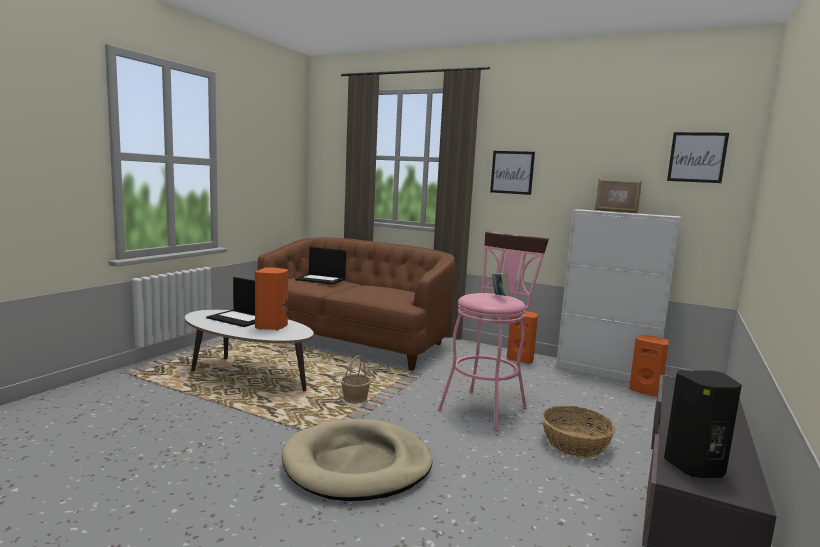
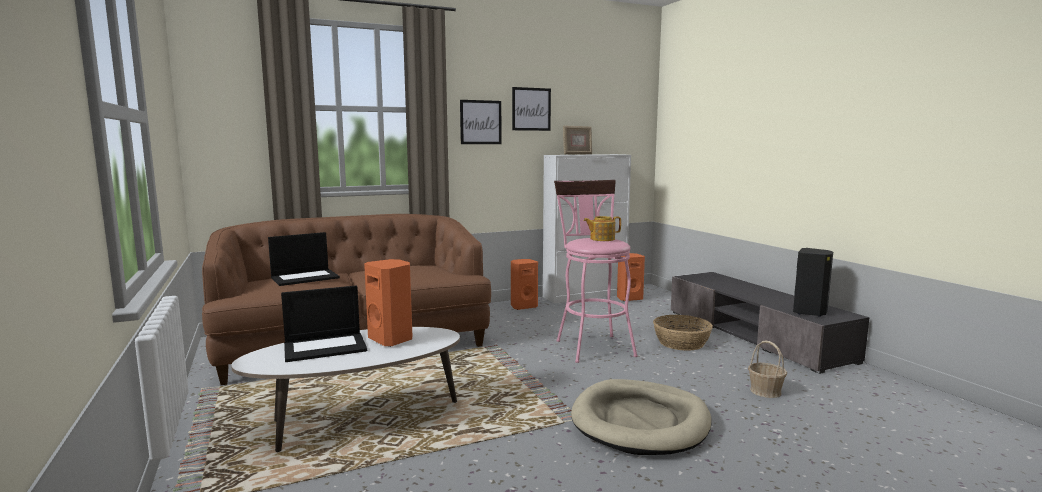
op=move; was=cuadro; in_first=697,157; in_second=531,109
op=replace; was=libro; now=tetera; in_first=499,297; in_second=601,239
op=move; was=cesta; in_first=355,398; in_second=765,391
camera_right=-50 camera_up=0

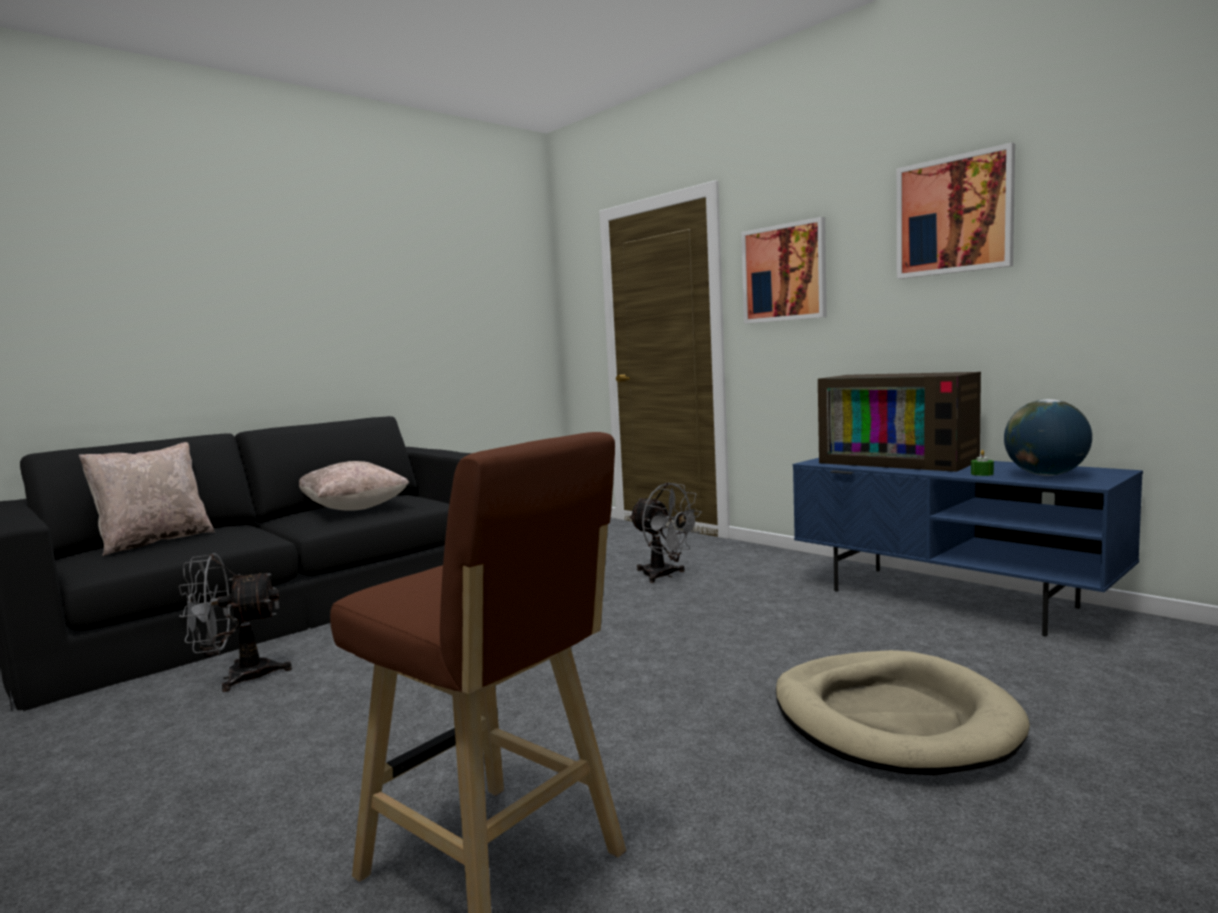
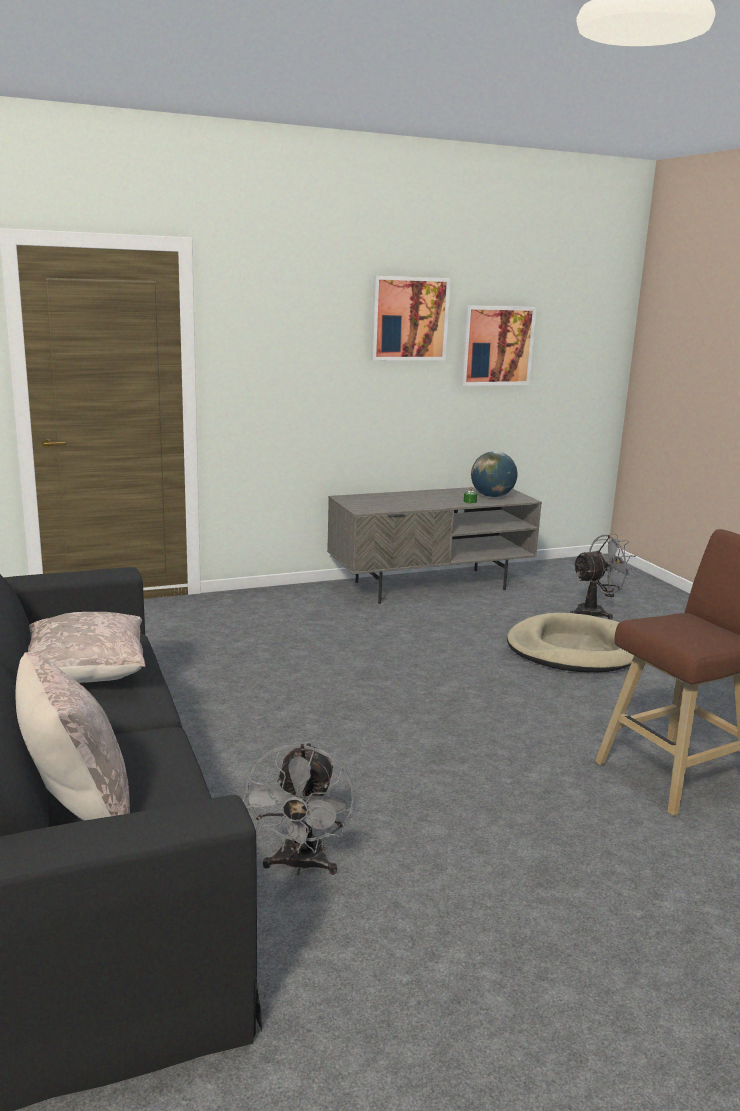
op=recolor; was=mueble de televisión/azul; now=mueble de televisión/gris; in_first=952,598; in_second=430,585
op=move; was=cuadro; in_first=784,273; in_second=497,345
op=move; was=ventilador/gris; in_first=664,576; in_second=596,612
op=delete; was=televisor; in_first=900,461
camera_right=-70 camera_up=10

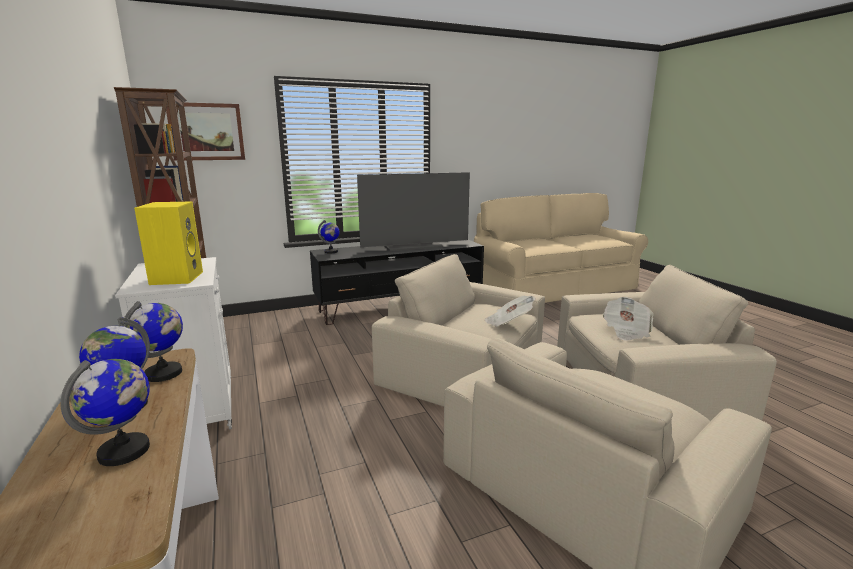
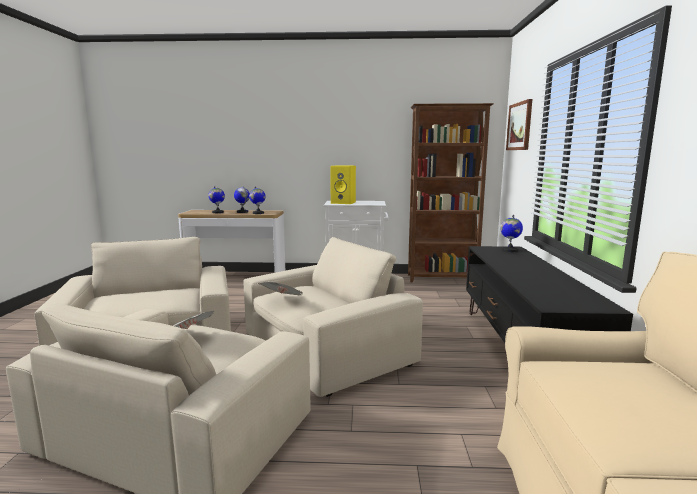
op=delete; was=televisor; in_first=413,246
camera_right=115 camera_up=-5

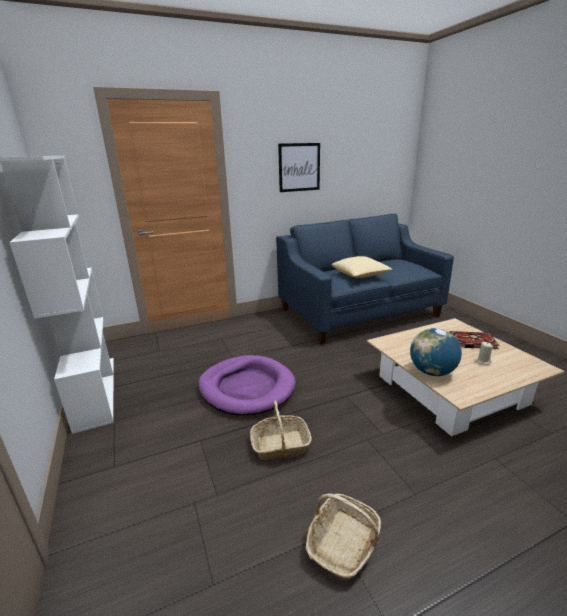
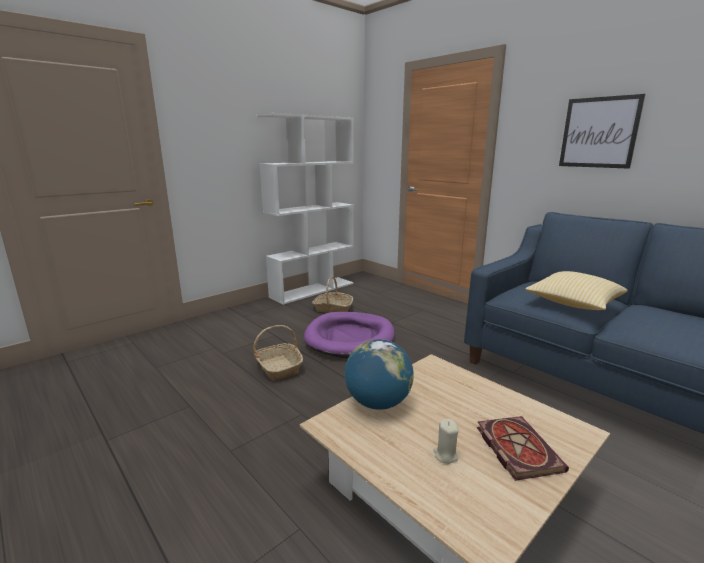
op=move; was=cesta; in_first=343,544; in_second=333,309
camera_right=70 camera_up=-5

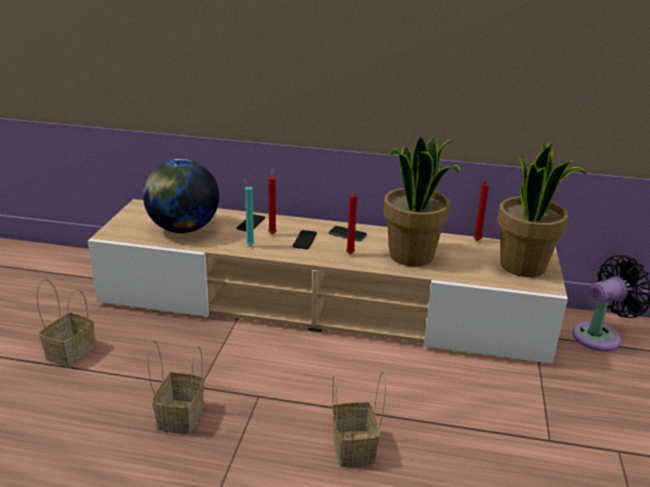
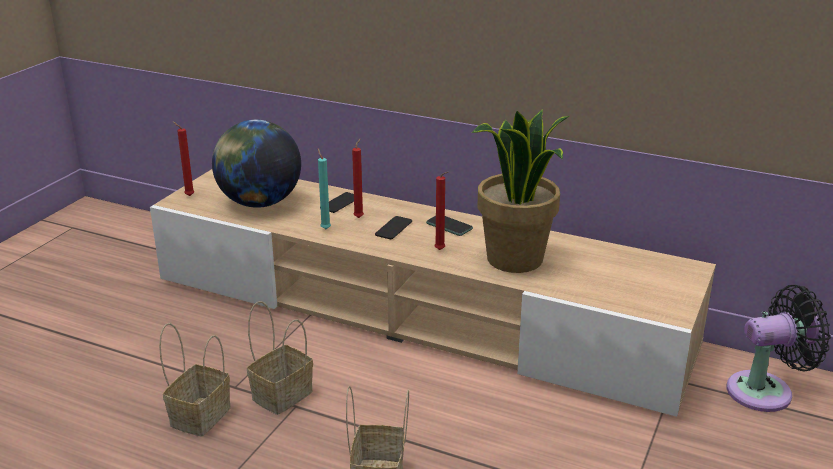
op=move; was=vela/rojo; in_first=475,240; in_second=188,195
op=move; was=cesta; in_first=71,351; in_second=283,394
op=delete; was=planta en maceta; in_first=524,266
camera_right=15 camera_up=0

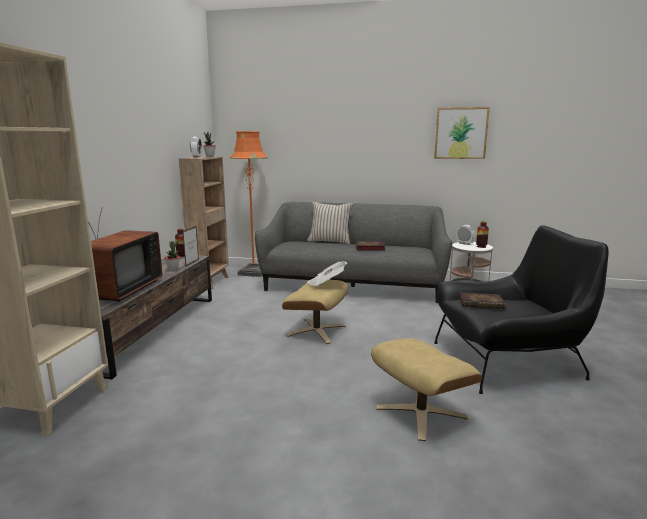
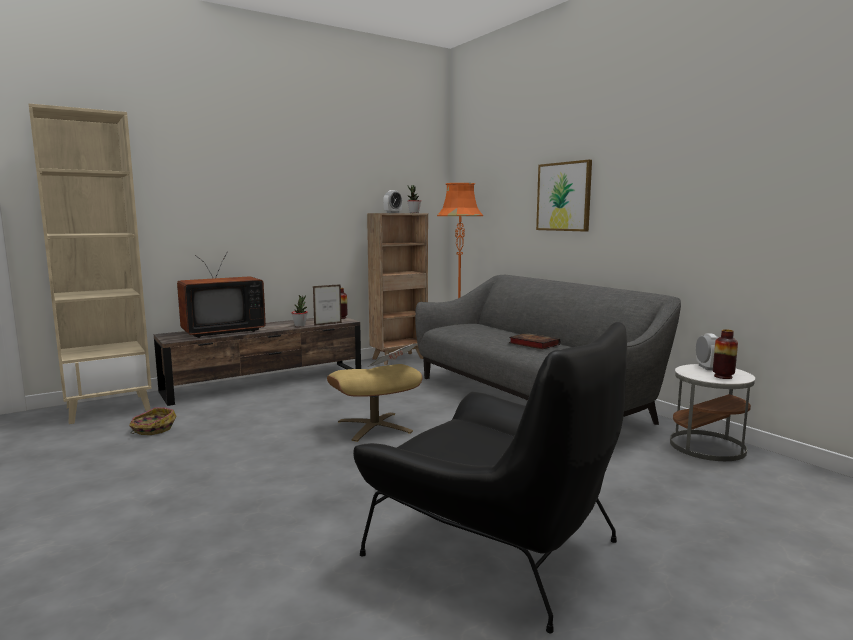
op=insert; now=cesta; in_second=152,429
op=move; was=cuadro; in_first=461,133; in_second=564,196
op=delete; was=cojín/beis; in_first=330,241
op=delete; was=puf/beis; in_first=420,412
op=delete; was=libro; in_first=482,303
camera_right=45 camera_up=-5

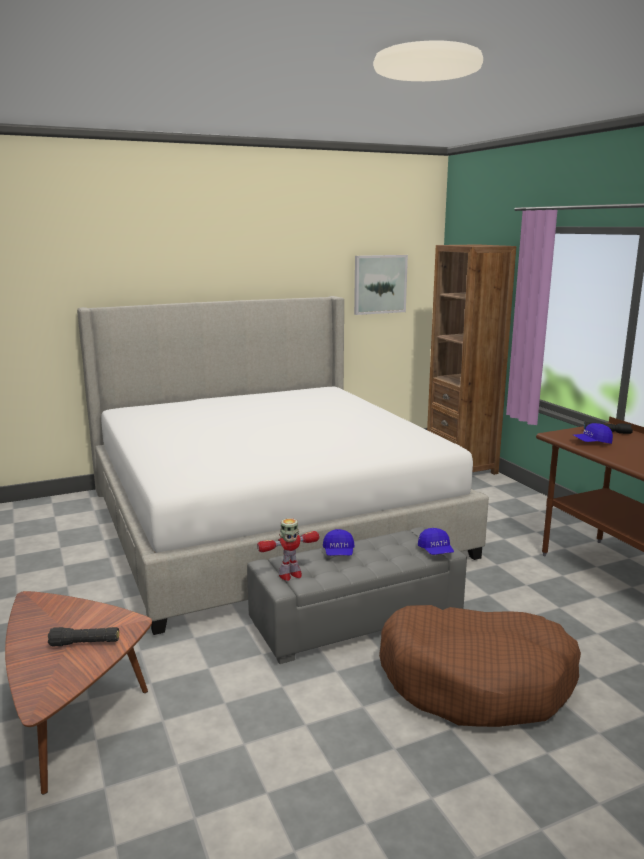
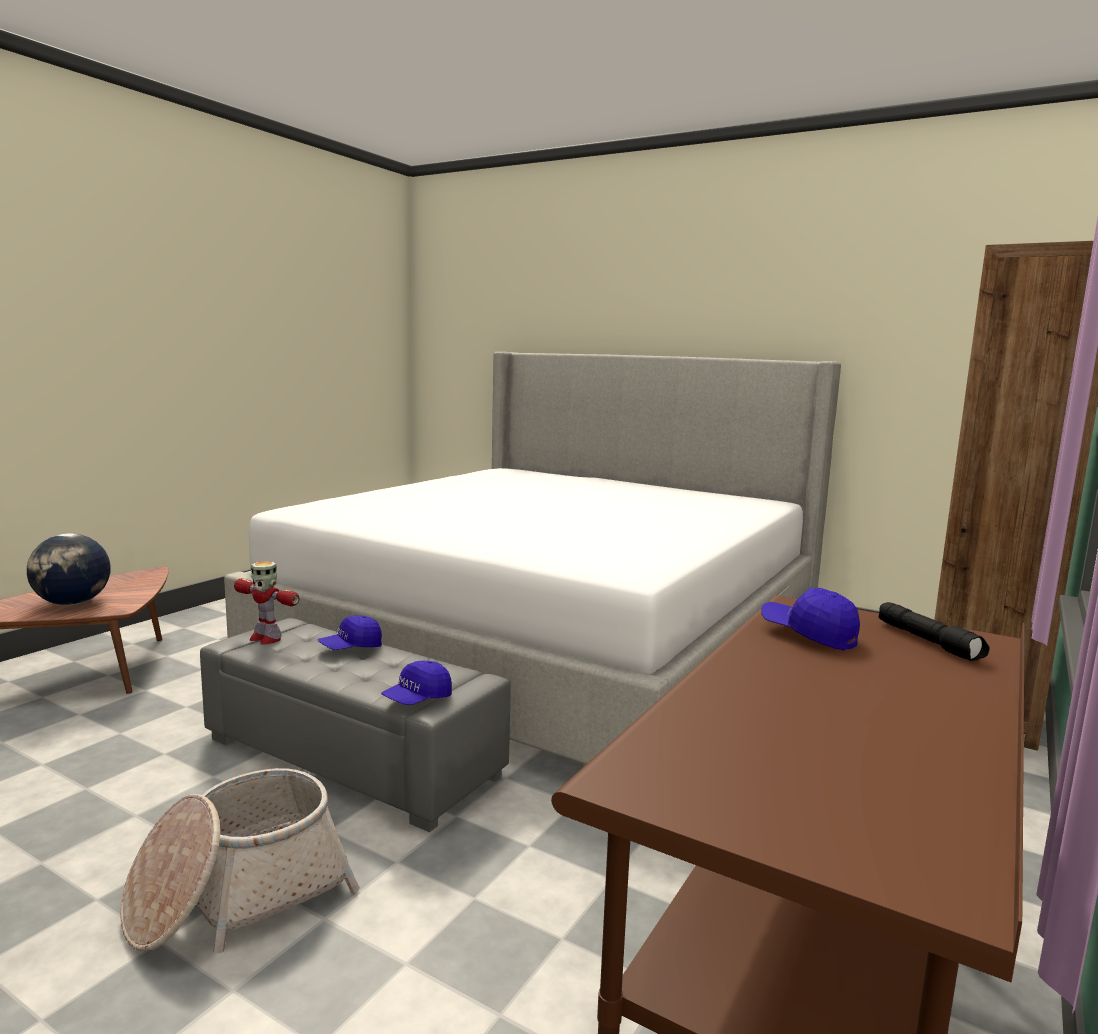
op=replace; was=linterna/negro; now=globo terráqueo; in_first=85,643; in_second=72,603
op=replace; was=cama para perro/marrón; now=cesta; in_first=476,680; in_second=238,894
op=delete; was=cuadro; in_first=379,284
camera_right=55 camera_up=-5

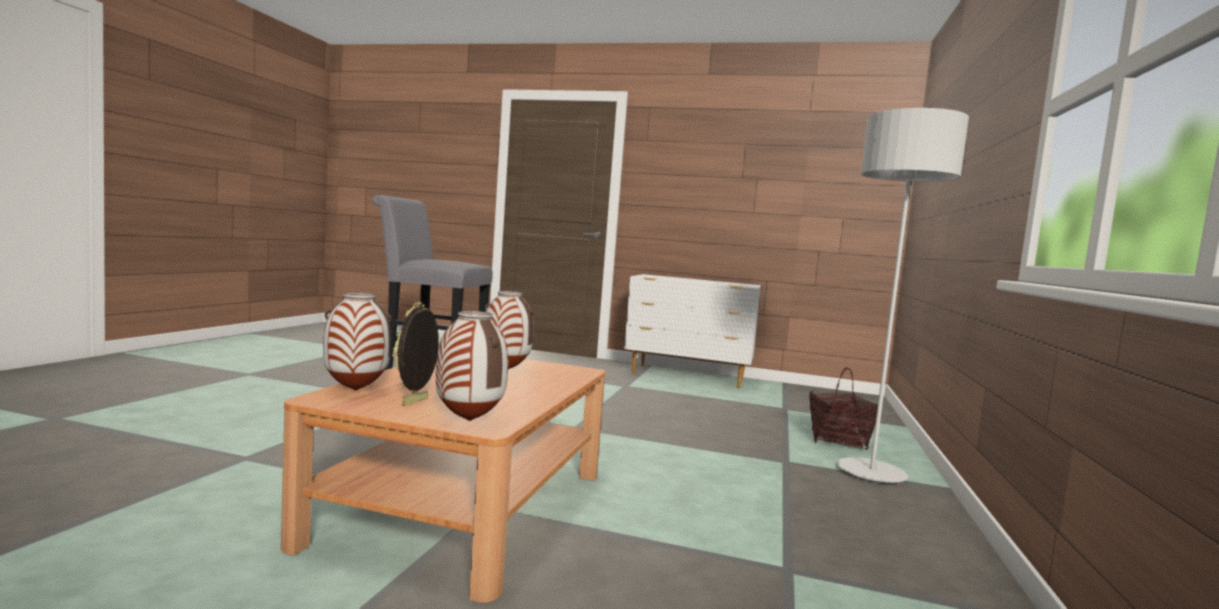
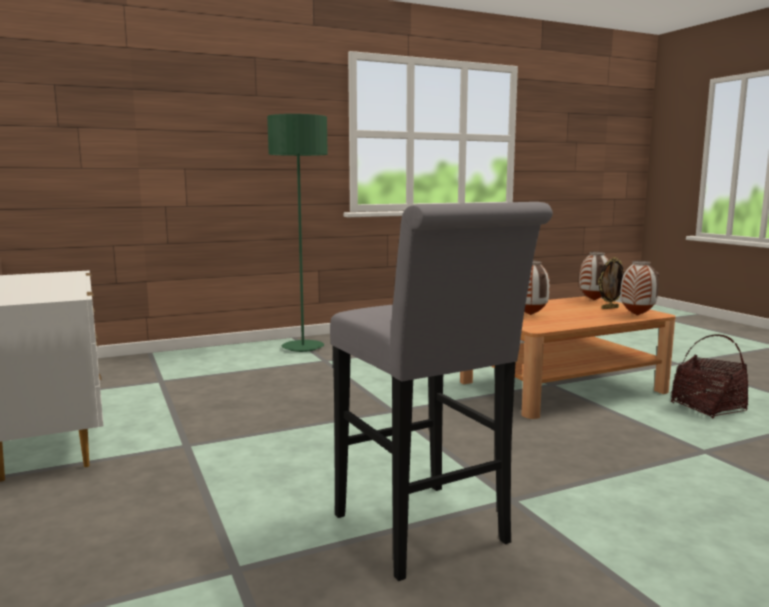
op=recolor; was=lámpara de pie/gris; now=lámpara de pie/verde; in_first=871,473; in_second=303,347
op=move; was=cesta; in_first=838,440; in_second=707,407
camera_right=-130 camera_up=5

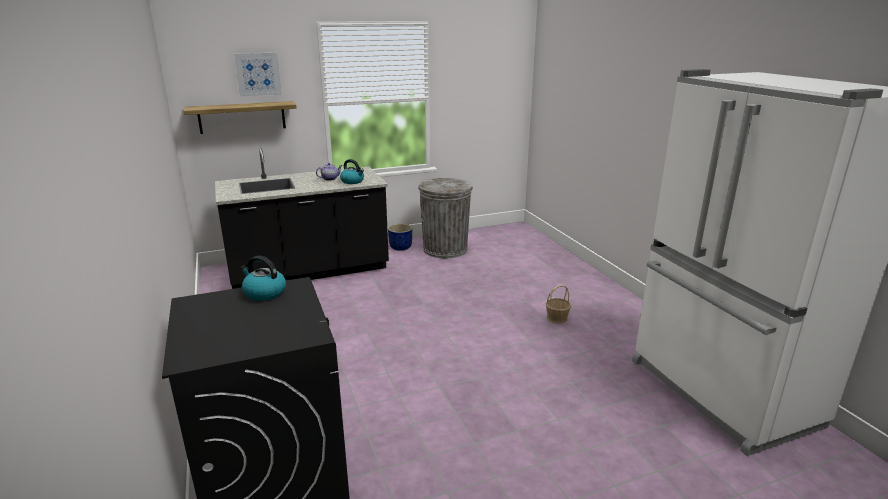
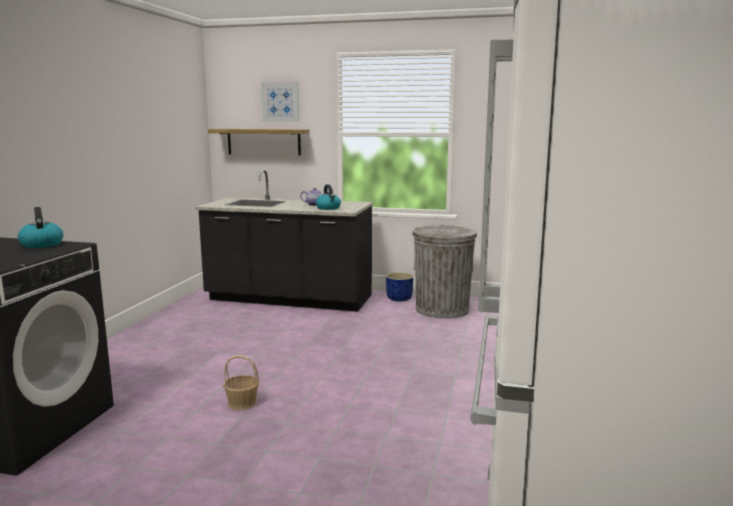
op=move; was=cesta; in_first=557,318; in_second=242,403
camera_right=35 camera_up=-10

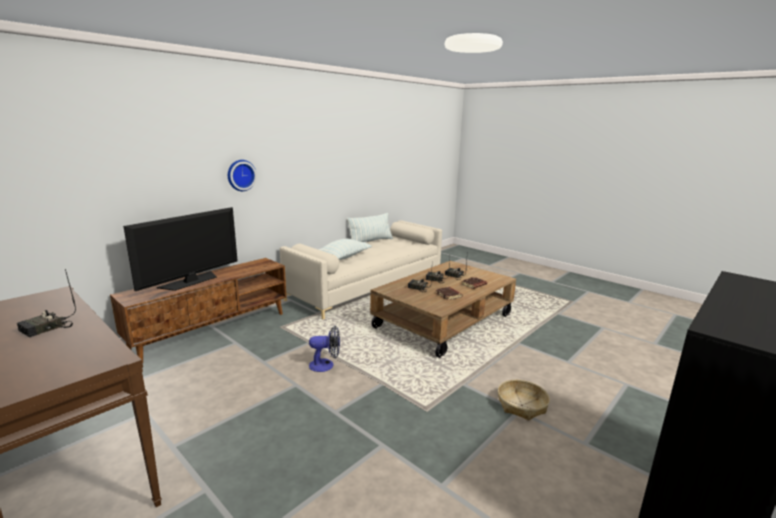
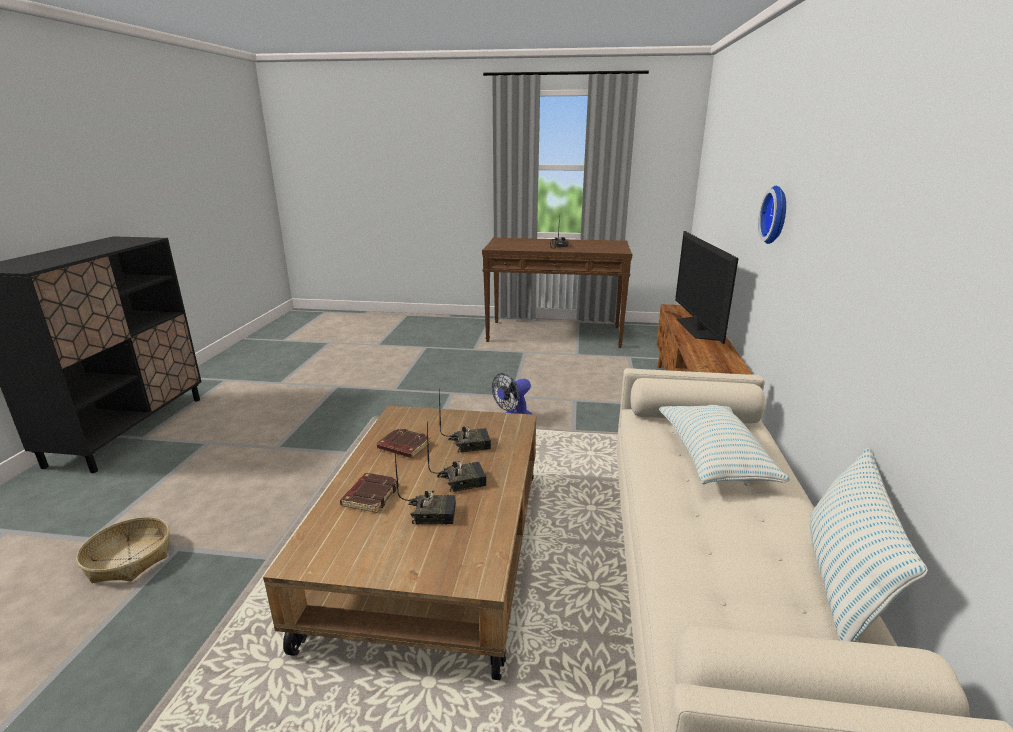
op=move; was=cesta; in_first=522,405; in_second=129,559
camera_right=145 camera_up=5

